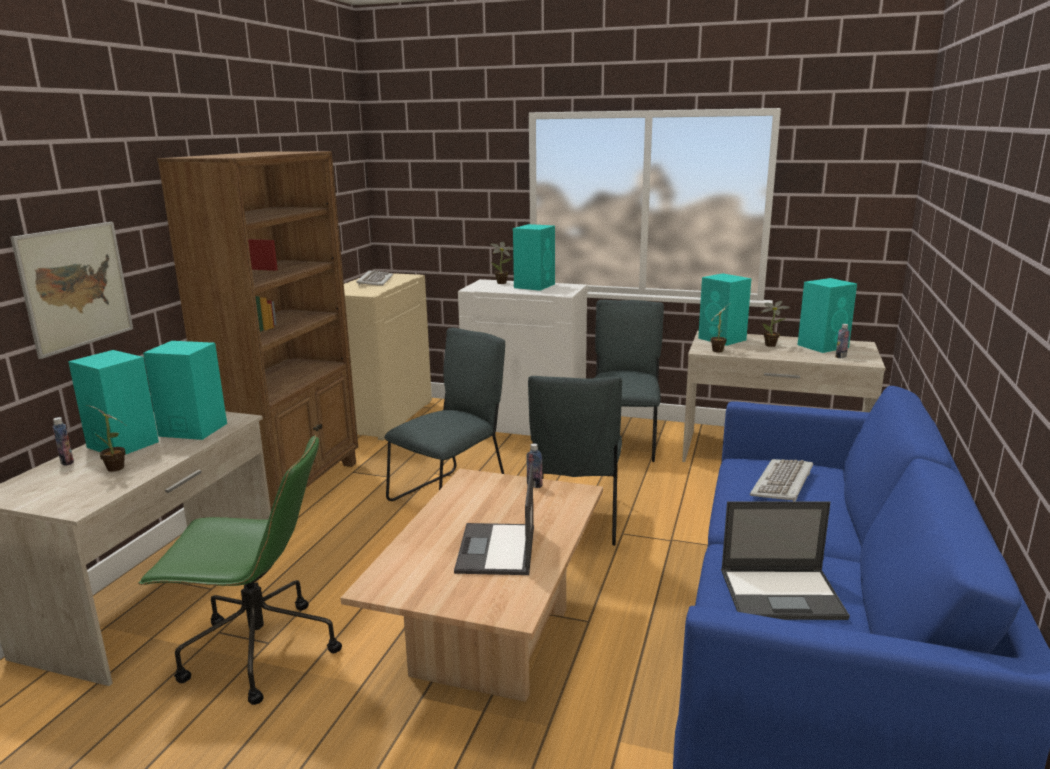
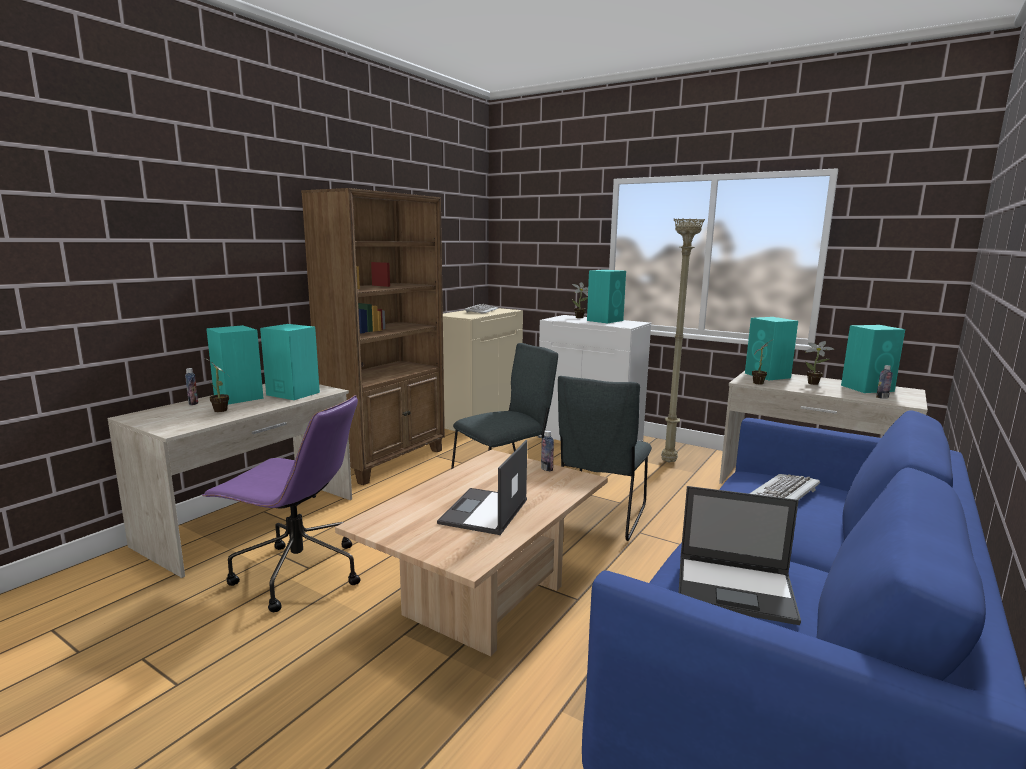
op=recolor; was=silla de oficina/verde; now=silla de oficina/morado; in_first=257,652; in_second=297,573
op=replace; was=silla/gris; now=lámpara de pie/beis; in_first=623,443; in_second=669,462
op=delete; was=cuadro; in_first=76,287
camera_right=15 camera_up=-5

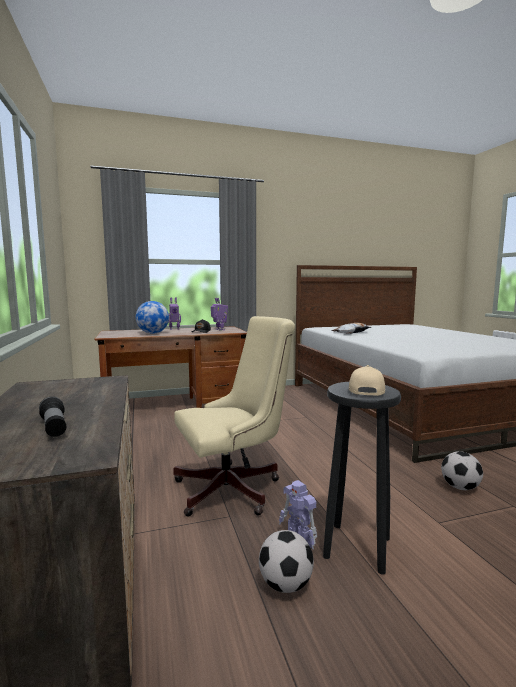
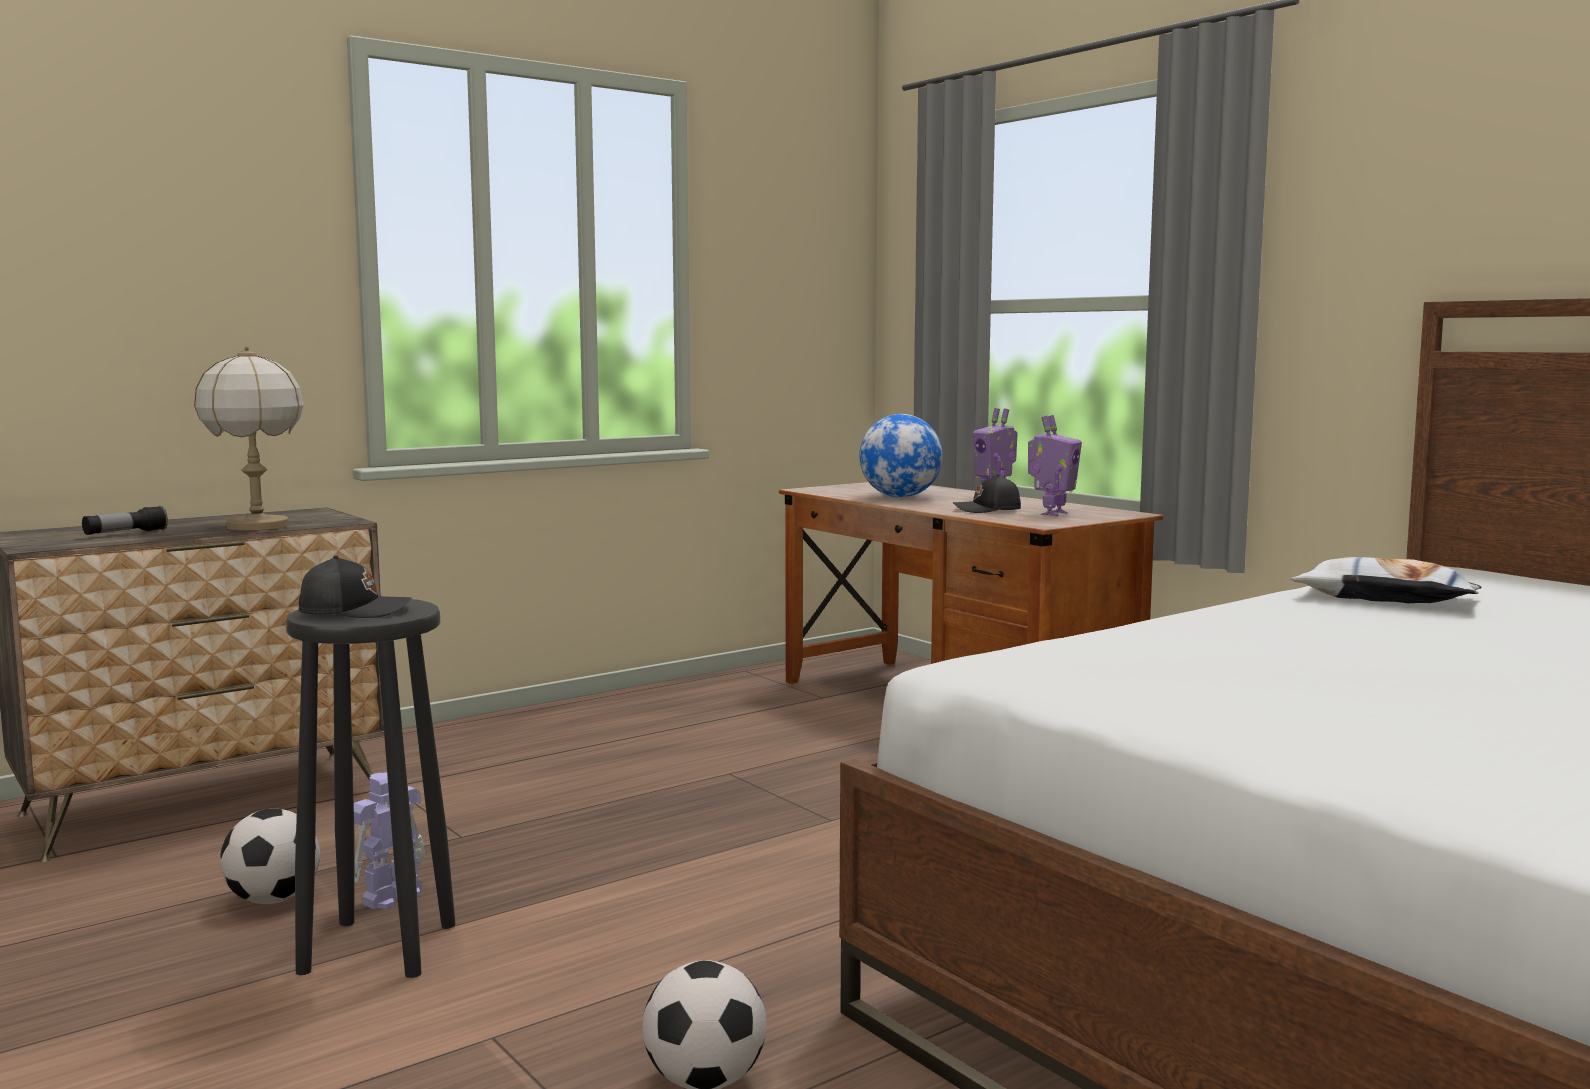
op=insert; now=lámpara de mesa; in_second=256,526
op=recolor; was=gorra/beis; now=gorra/negro; in_first=365,390; in_second=354,611
op=delete; was=silla de oficina/beis; in_first=234,488
camera_right=70 camera_up=0

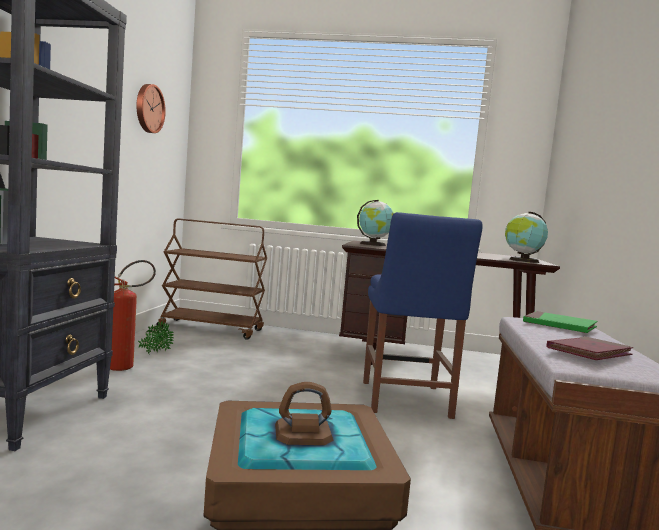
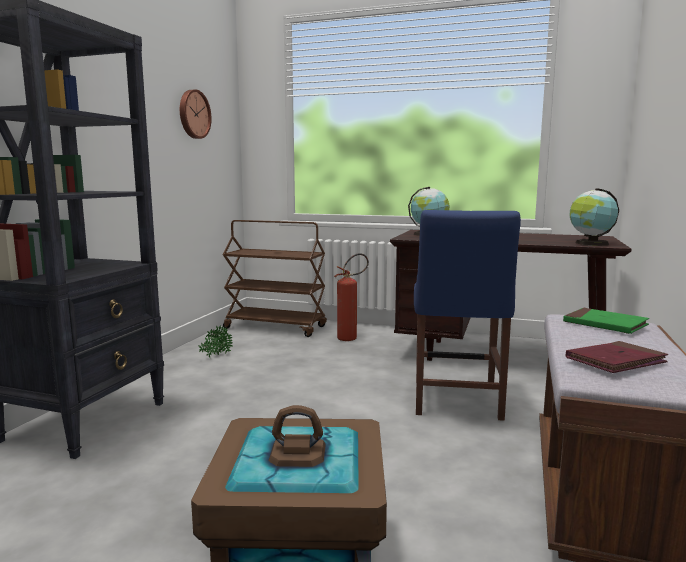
op=move; was=extintor; in_first=126,366; in_second=351,337
camera_right=10 camera_up=5

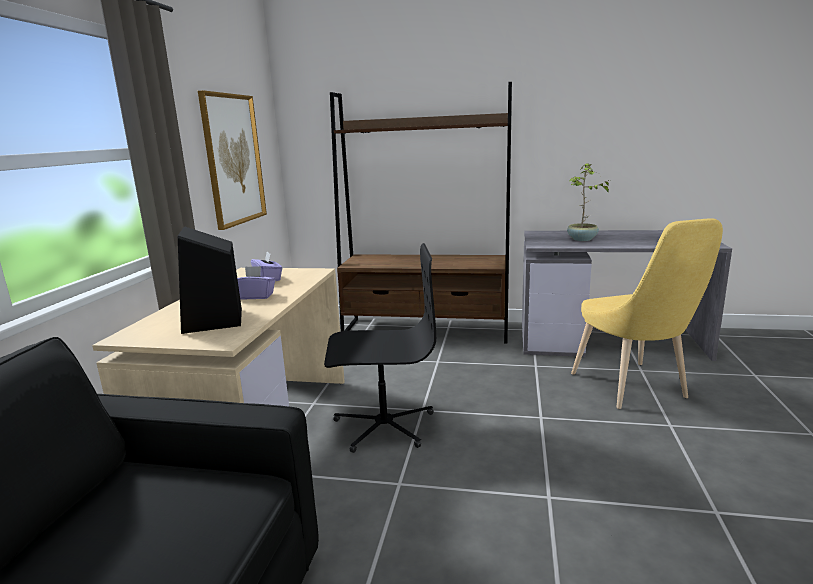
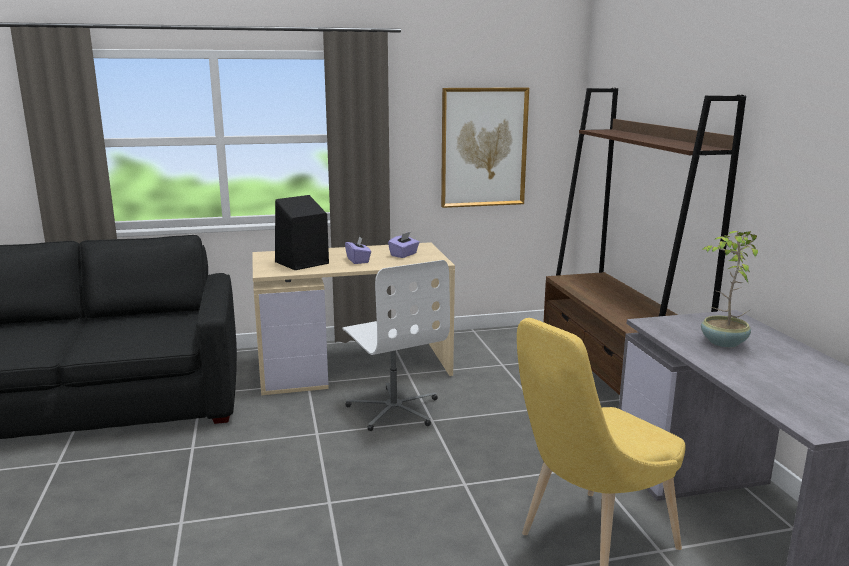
op=recolor; was=silla de oficina/negro; now=silla de oficina/blanco; in_first=383,425; in_second=394,409
camera_right=65 camera_up=0

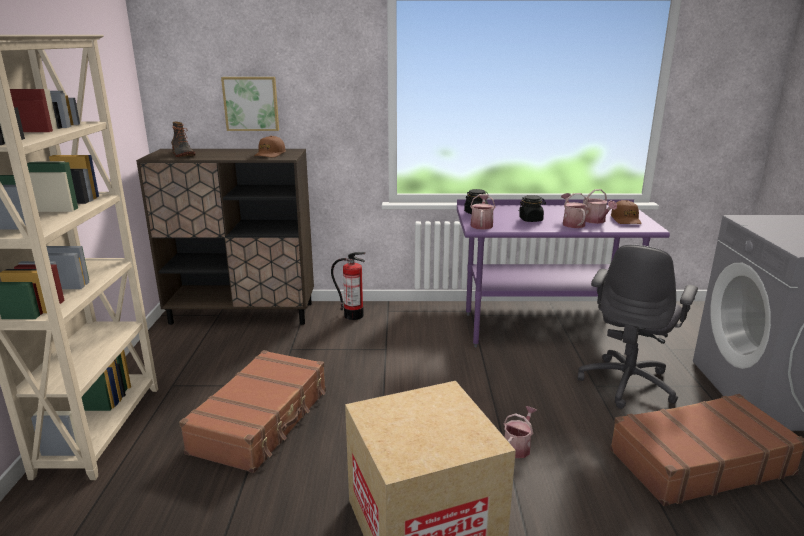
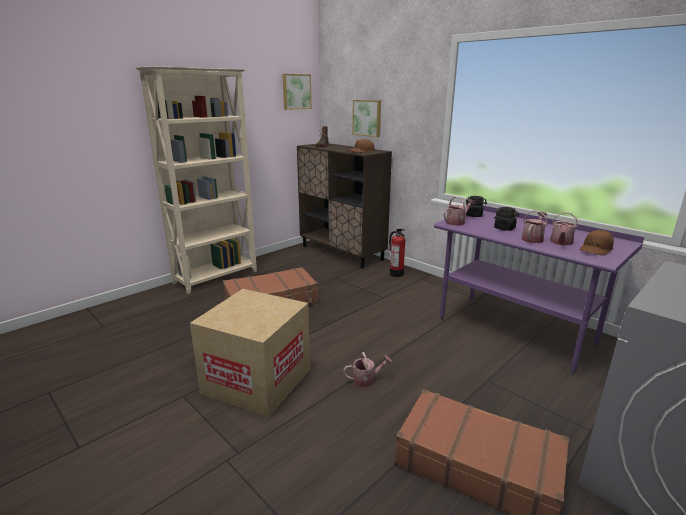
op=insert; now=cuadro; in_second=296,91
op=delete; was=silla de oficina/gris; in_first=627,383
camera_right=45 camera_up=0

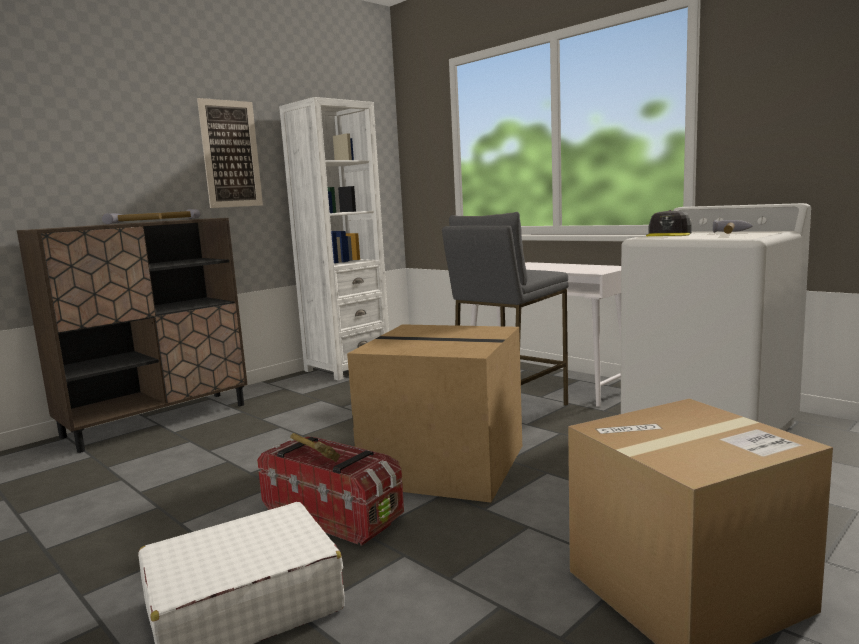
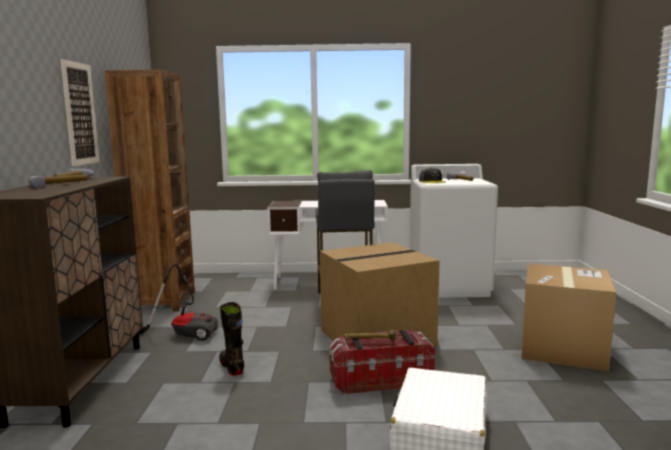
op=recolor; was=estantería/blanco; now=estantería/marrón; in_first=347,368; in_second=162,301
op=insert; now=aspiradora; in_second=184,334
op=insert; now=bota/negro; in_second=232,367
camera_right=-45 camera_up=0

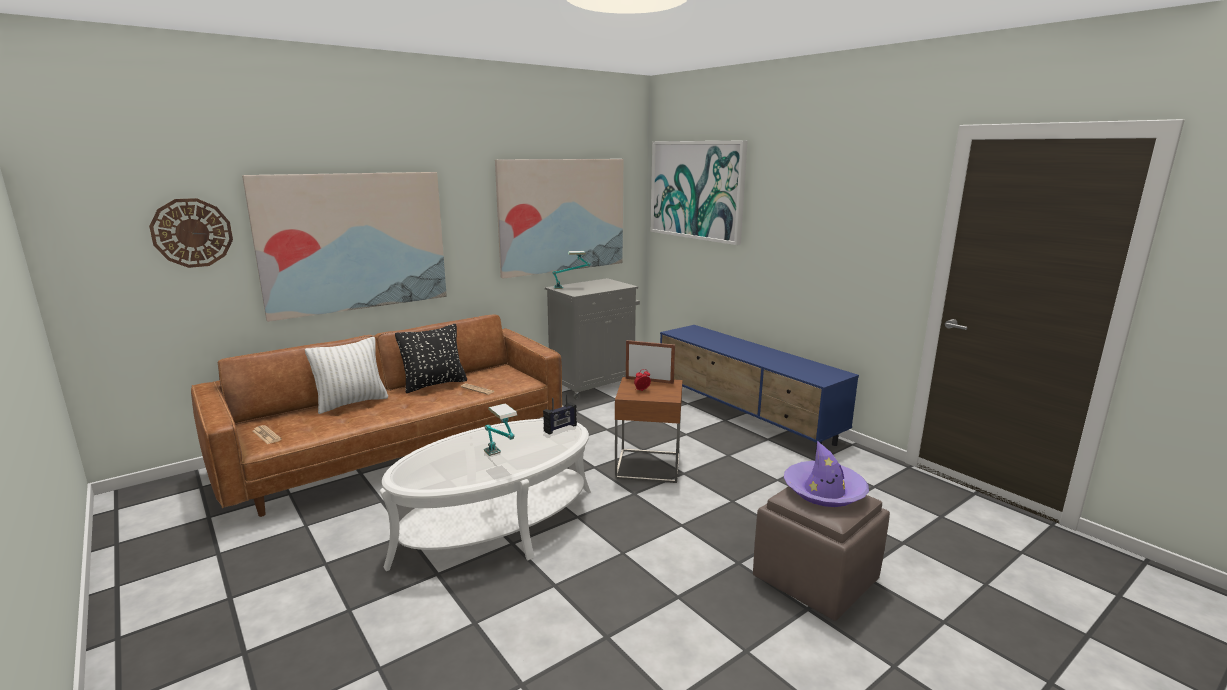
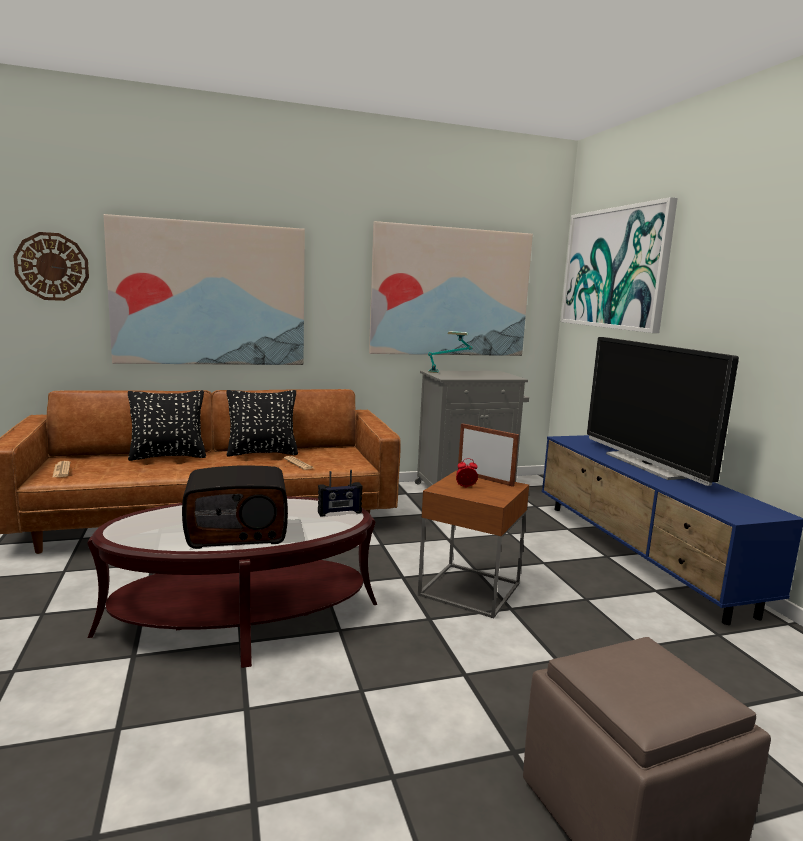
op=recolor; was=mesa de centro/blanco; now=mesa de centro/marrón; in_first=497,526; in_second=241,617
op=recolor; was=cojín/blanco; now=cojín/negro; in_first=351,403; in_second=168,456
op=replace; was=lámpara de mesa; now=radio; in_first=501,460; in_second=238,532
op=insert; now=televisor; in_second=646,465
op=delete; was=sombrero/morado; in_first=824,491
camera_right=20 camera_up=-5

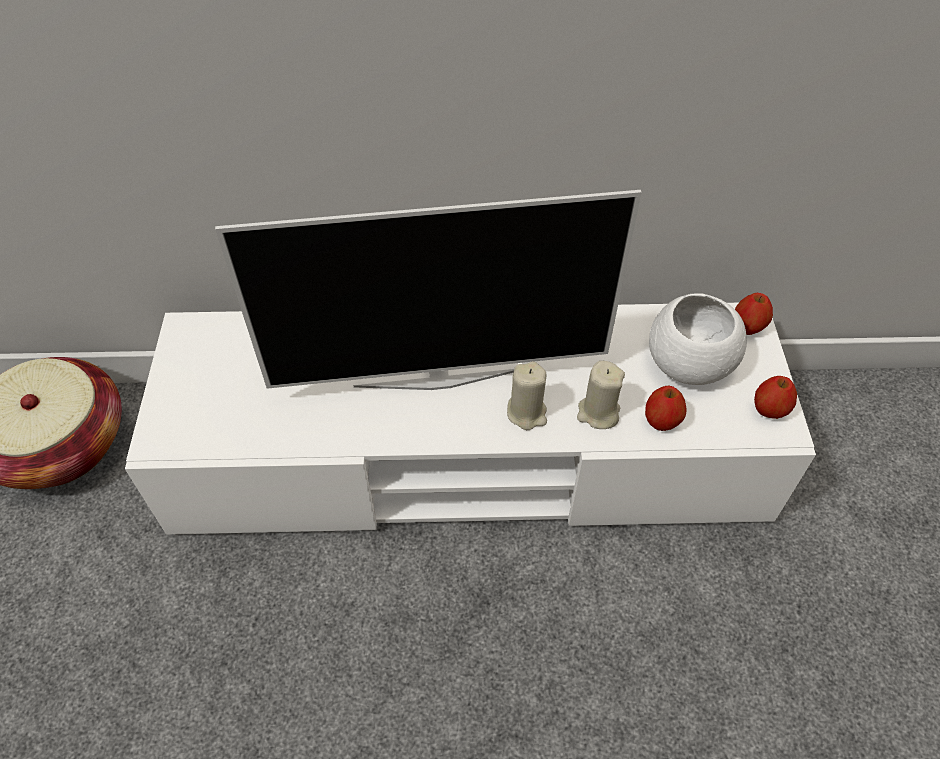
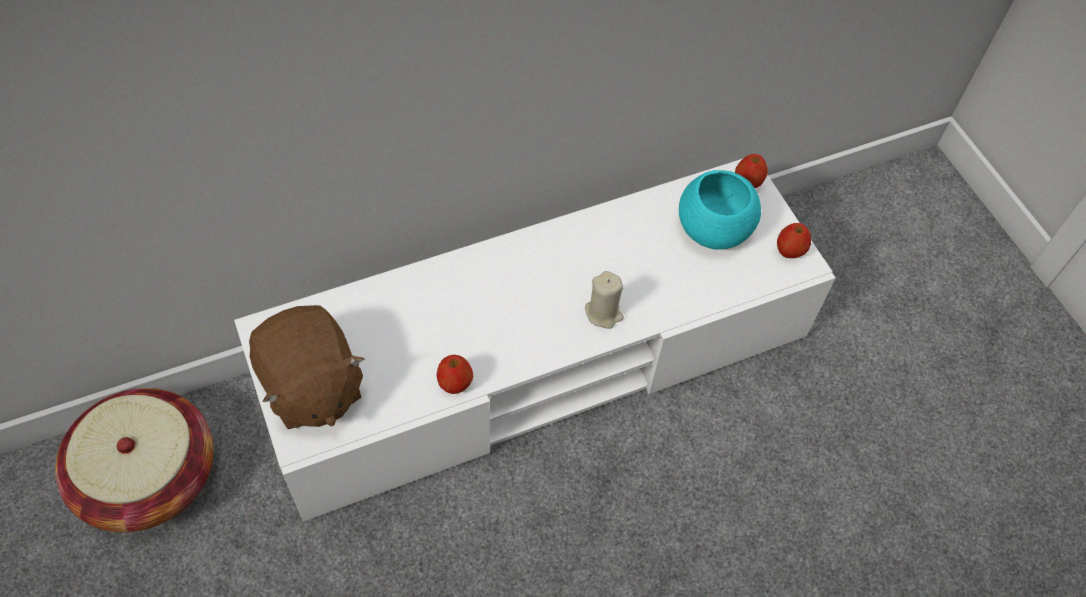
op=insert; now=peluche/marrón; in_second=311,387
op=move; was=manzana; in_first=661,421; in_second=455,383
op=recolor; was=cuenco/blanco; now=cuenco/turquesa; in_first=688,363; in_second=713,229
op=delete; was=televisor; in_first=439,376
op=delete; was=vela/beis; in_first=598,413
camera_right=-25 camera_up=5

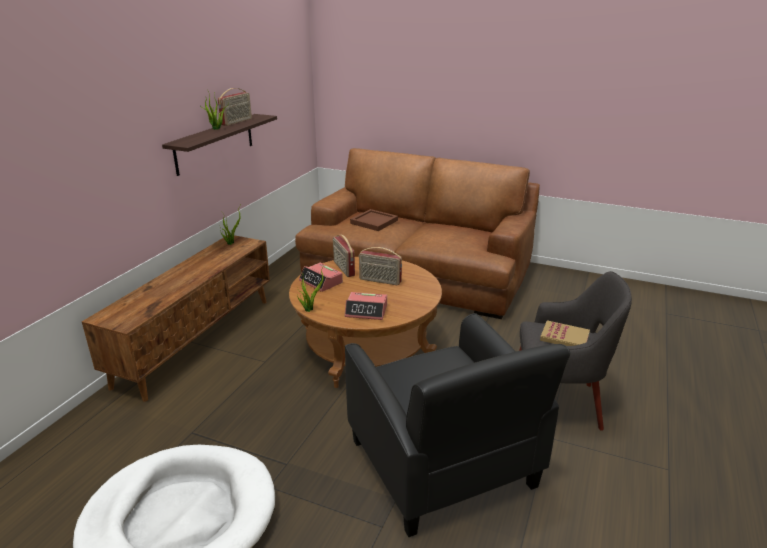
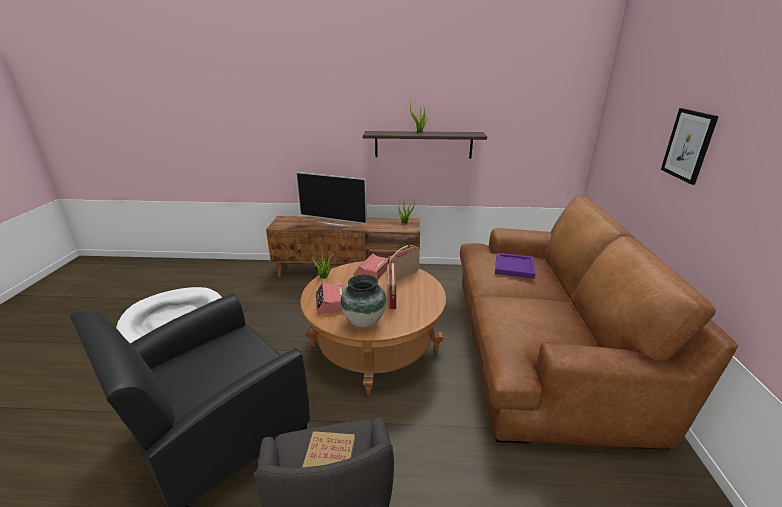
op=insert; now=televisor; in_second=334,224
op=insert; now=florero; in_second=364,322
op=recolor; was=bandeja/marrón; now=bandeja/morado; in_first=374,221; in_second=515,267
op=insert; now=cuadro; in_second=688,145
op=delete; was=radio; in_first=237,122
camera_right=70 camera_up=0

